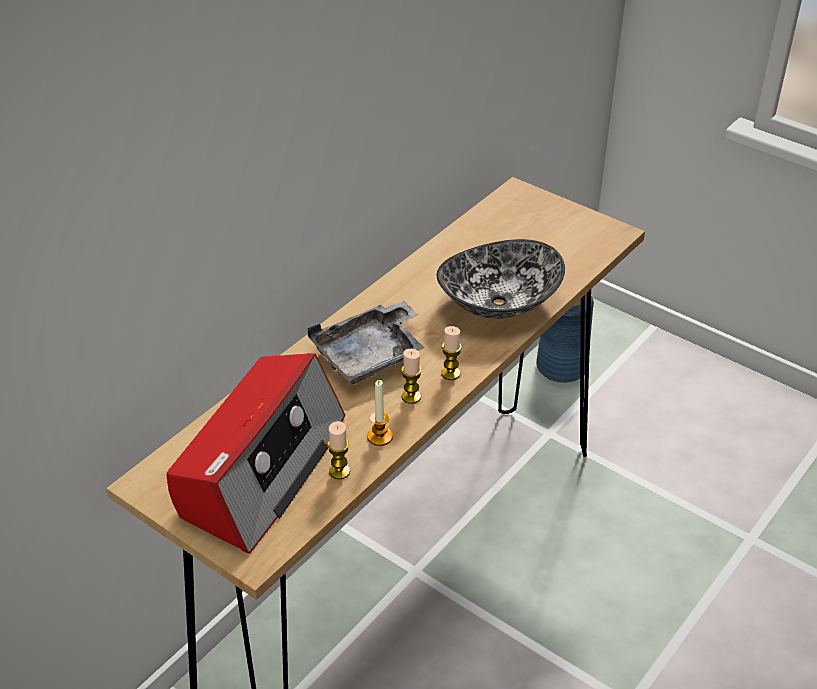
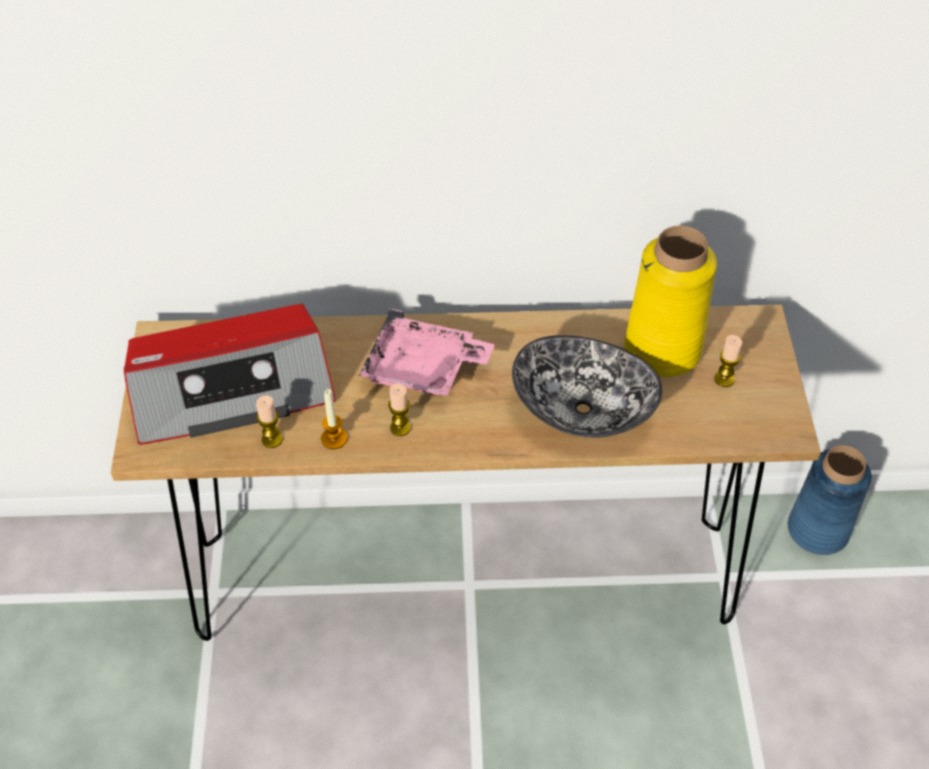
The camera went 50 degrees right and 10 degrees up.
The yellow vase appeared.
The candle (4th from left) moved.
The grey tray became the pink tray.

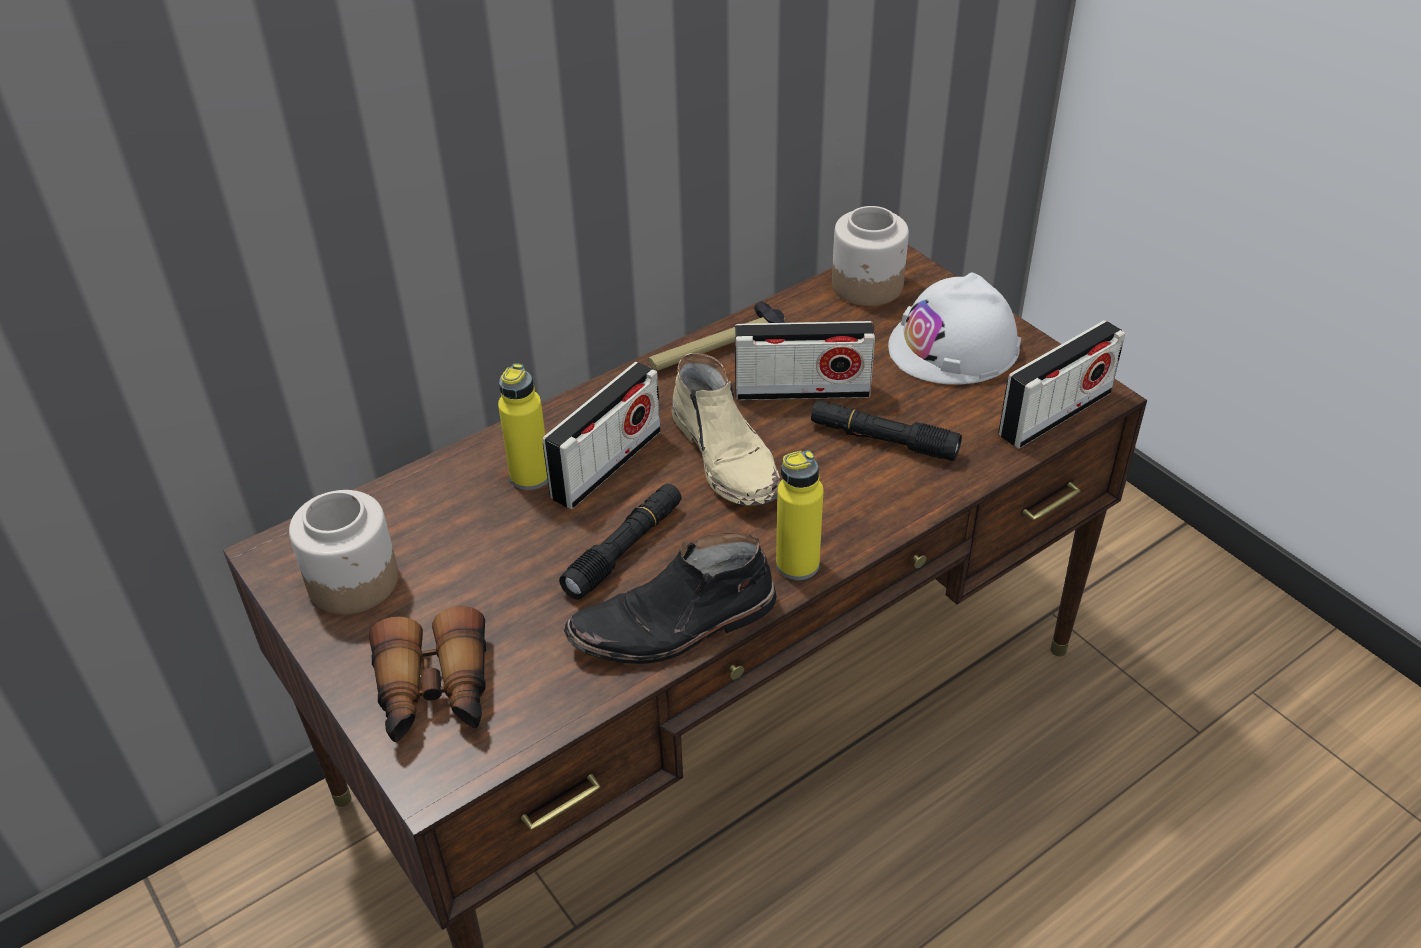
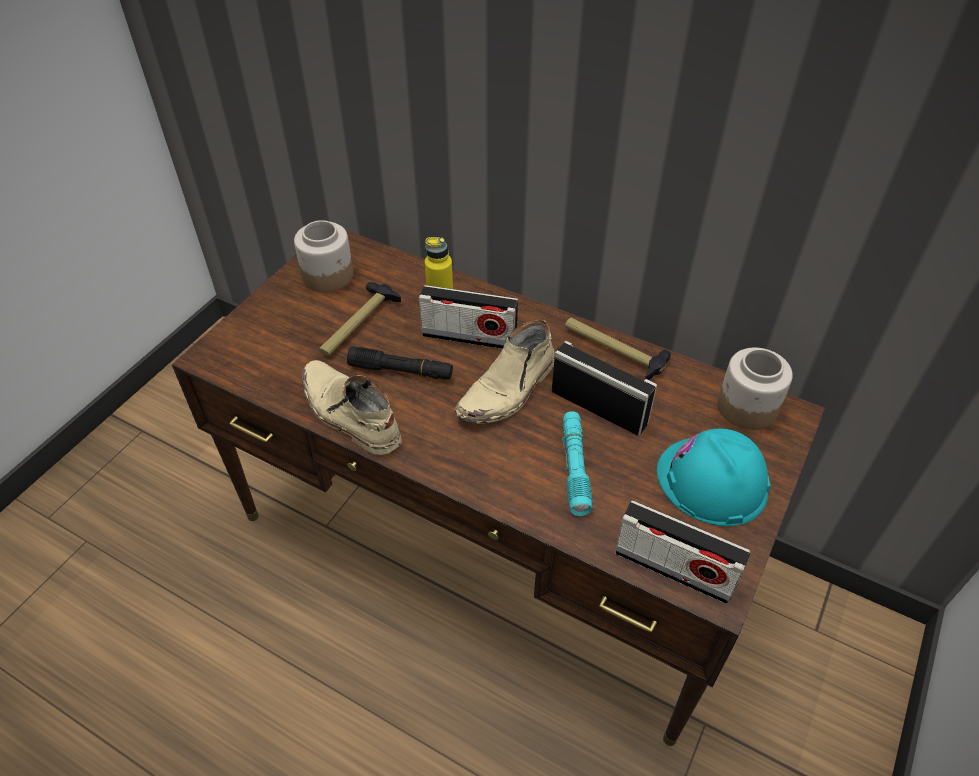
The camera went 65 degrees right and 5 degrees up.
The binoculars disappeared.
The yellow bottle (2nd from left) disappeared.
The hammer (1st from left) appeared.
The black boot became the beige boot (1st from left).
The black flashlight (2nd from left) became the turquoise flashlight.
The white hard hat became the turquoise hard hat.
The radio (2nd from left) turned 150 degrees clockwise.

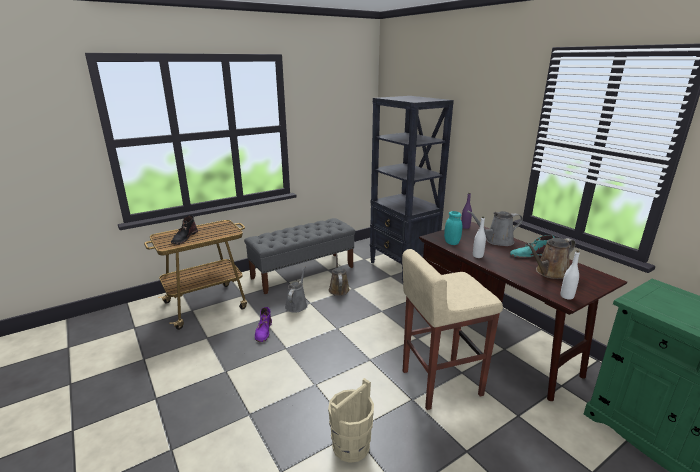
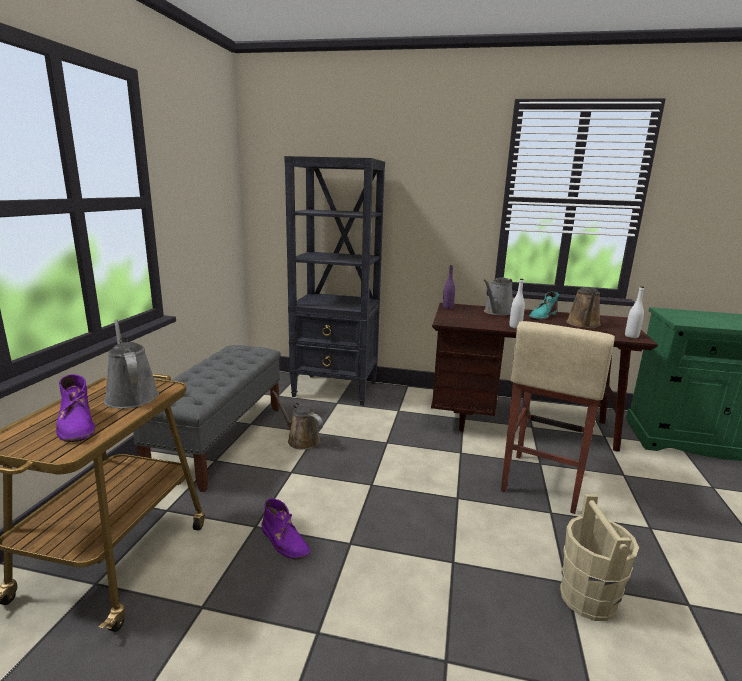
The camera went 45 degrees left and 5 degrees down.
The turquoise jar disappeared.
The grey watering can (1st from left) moved.
The black boot became the purple boot (1st from left).

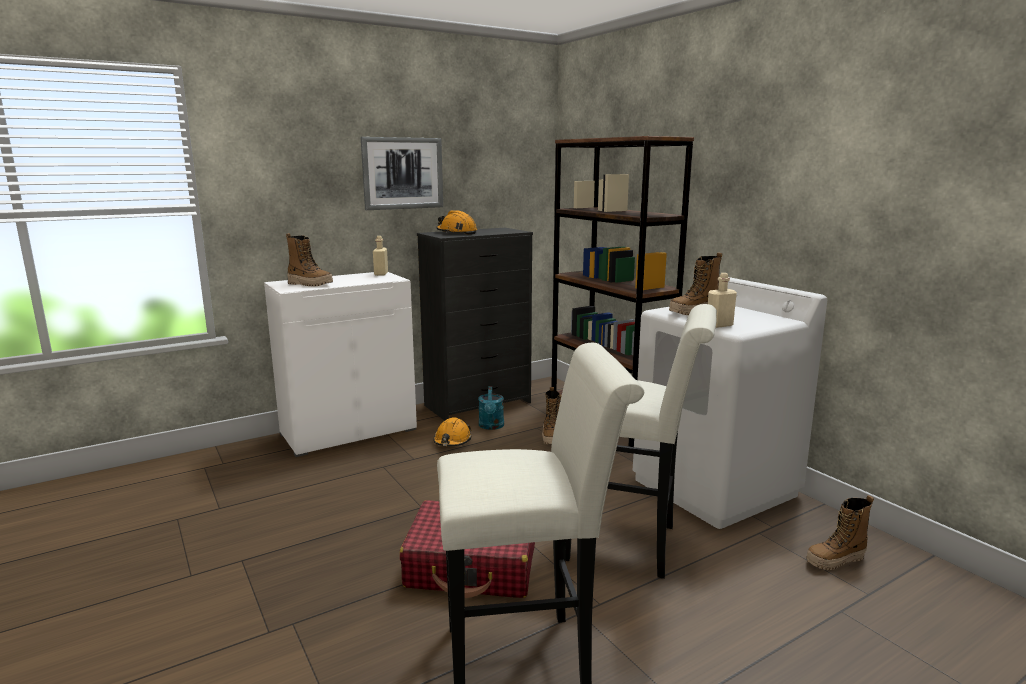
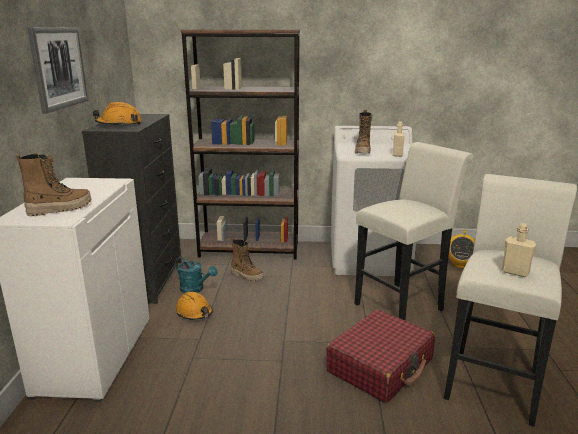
The camera went 55 degrees left and 5 degrees up.
The beige bottle (1st from left in the first image) moved.
The boot (4th from left) was replaced by the radio.

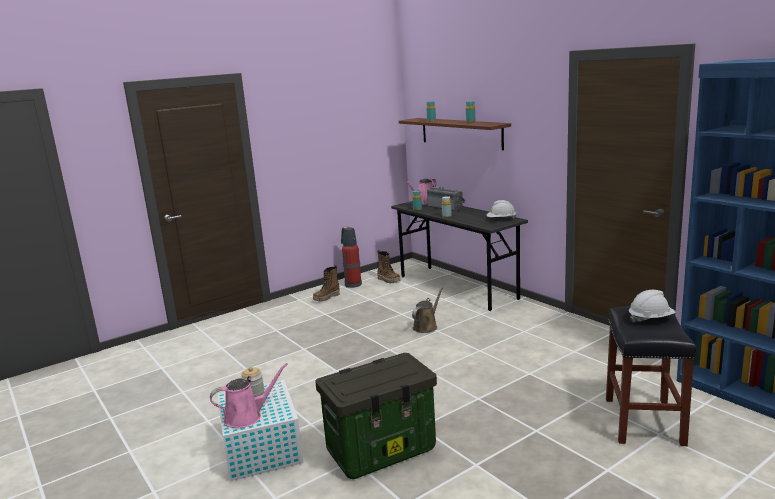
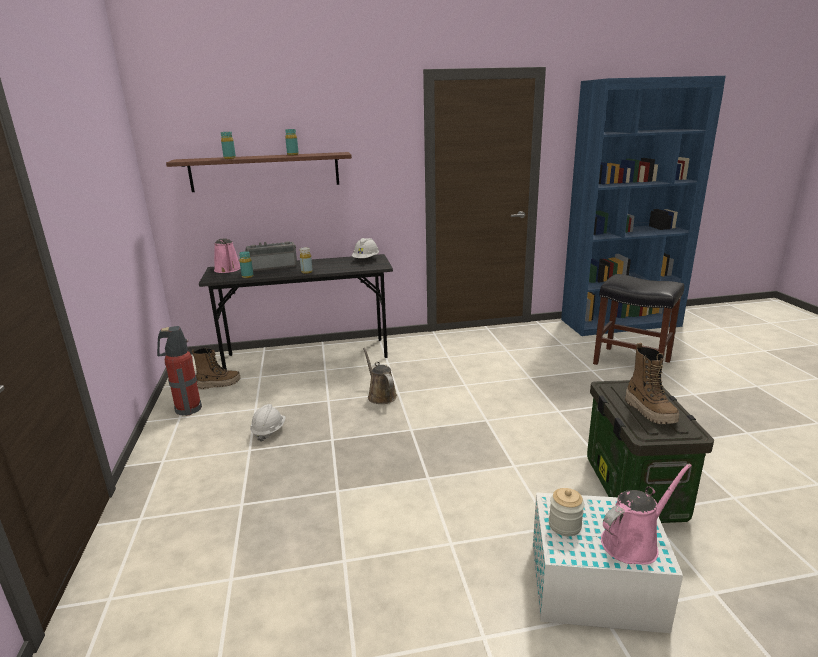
The camera went 65 degrees left and 5 degrees up.
The boot (1st from left in the first image) moved.
The white hard hat (2nd from left in the first image) moved.
The pink watering can (1st from left in the first image) turned 60 degrees clockwise.

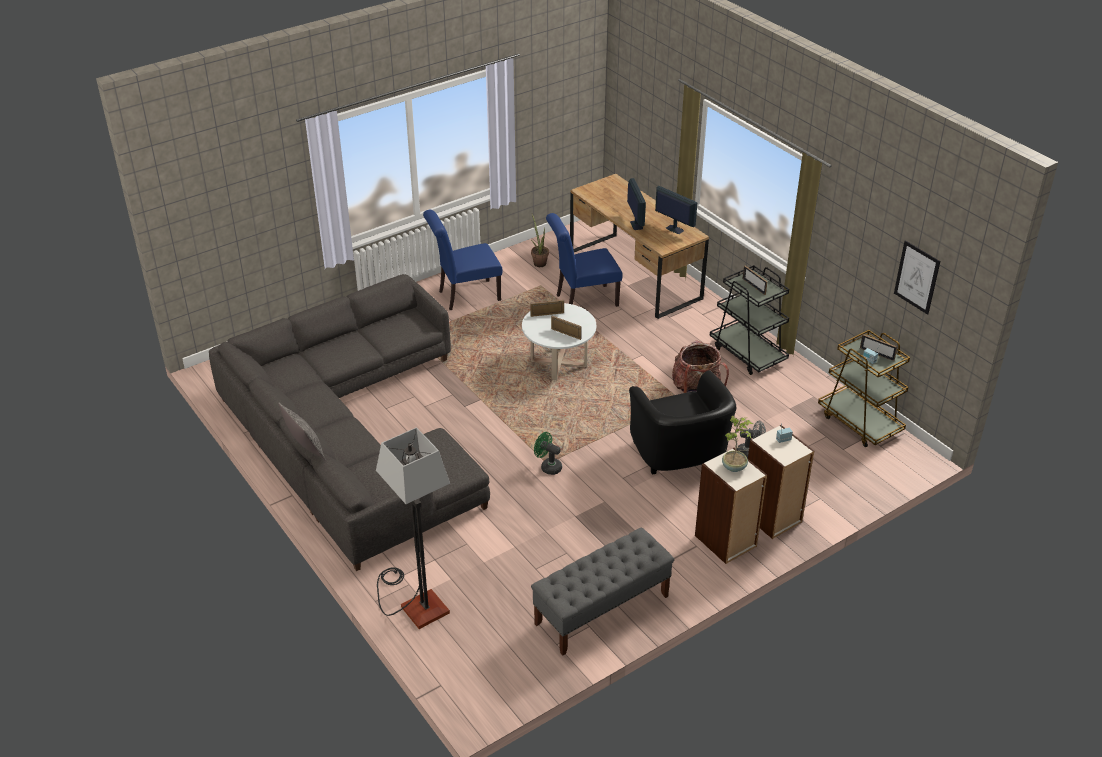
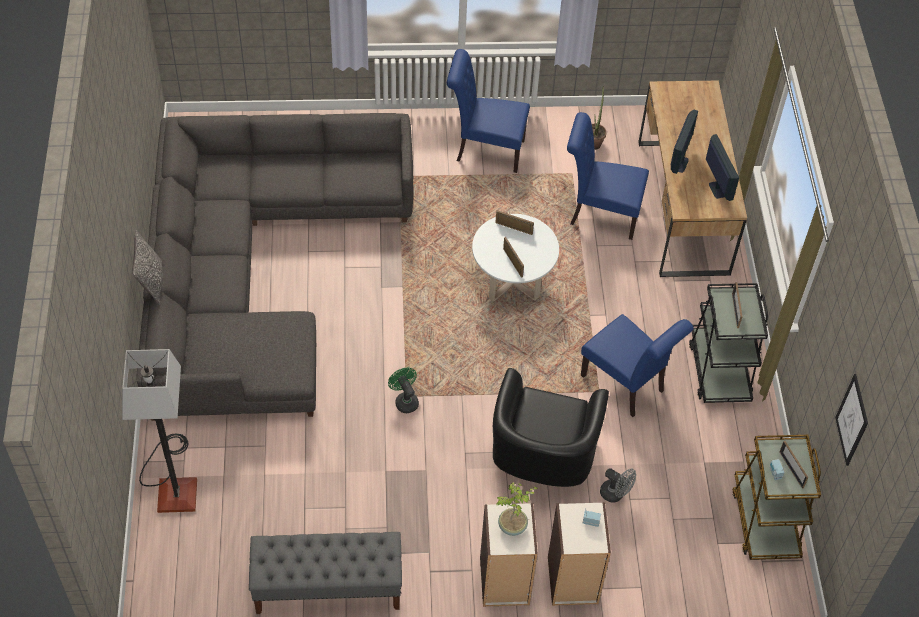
The camera went 30 degrees right and 15 degrees up.
The backpack was replaced by the blue chair (3rd from left).

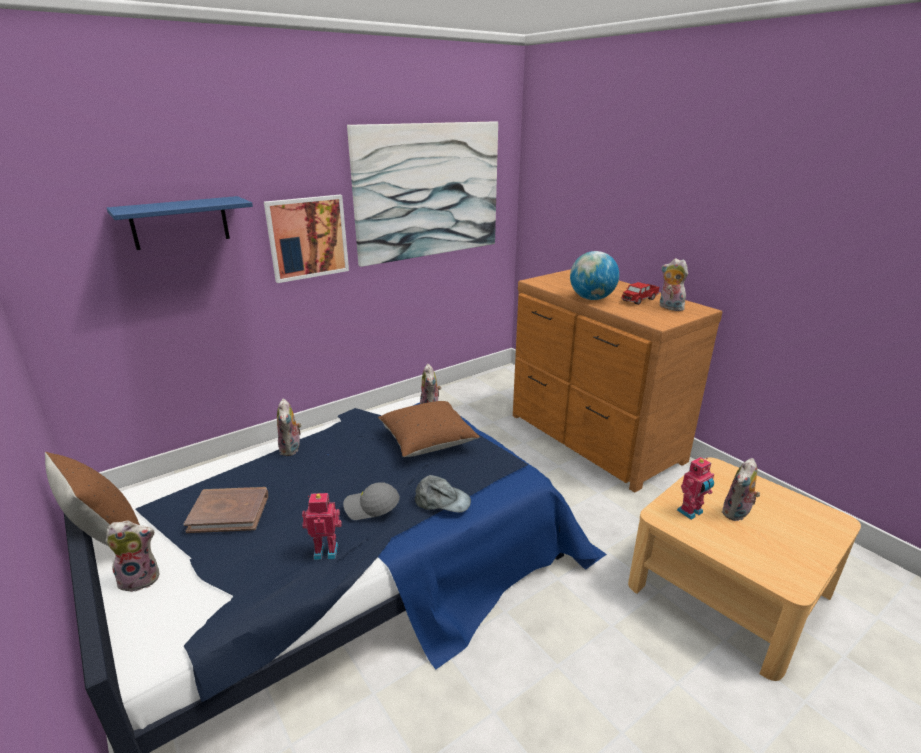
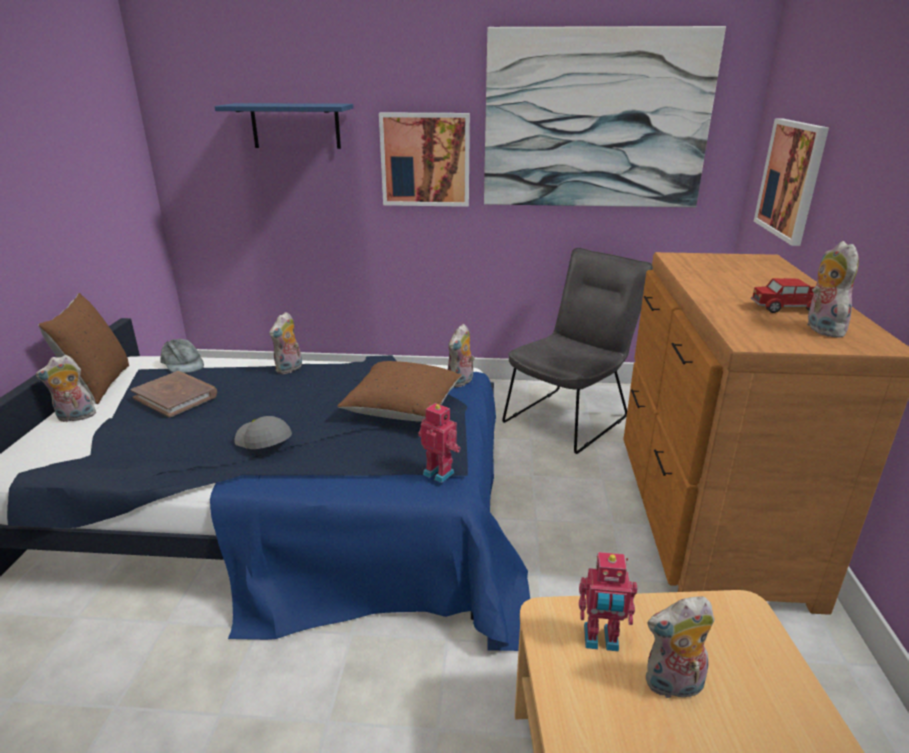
The camera went 40 degrees right and 0 degrees up.
The globe disappeared.
The grey chair appeared.
The picture (3rd from left) appeared.
The toy robot (1st from left) moved.
The grey cap (2nd from left in the first image) moved.
The plush toy (1st from left) turned 135 degrees clockwise.

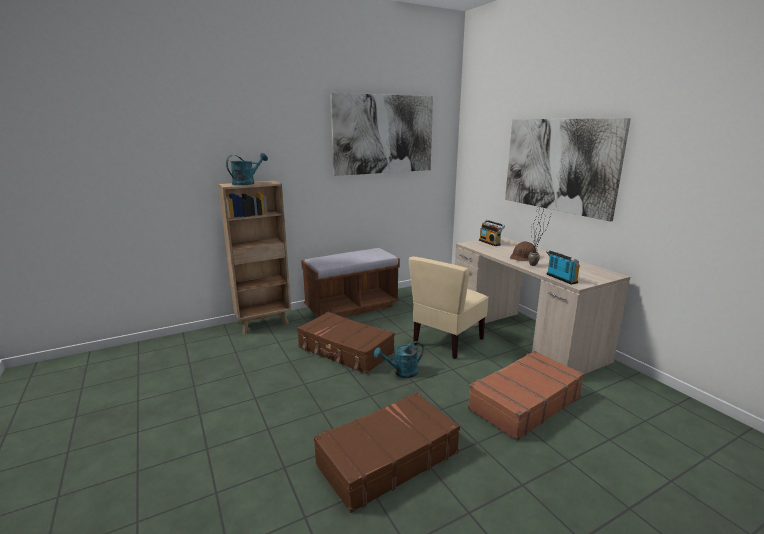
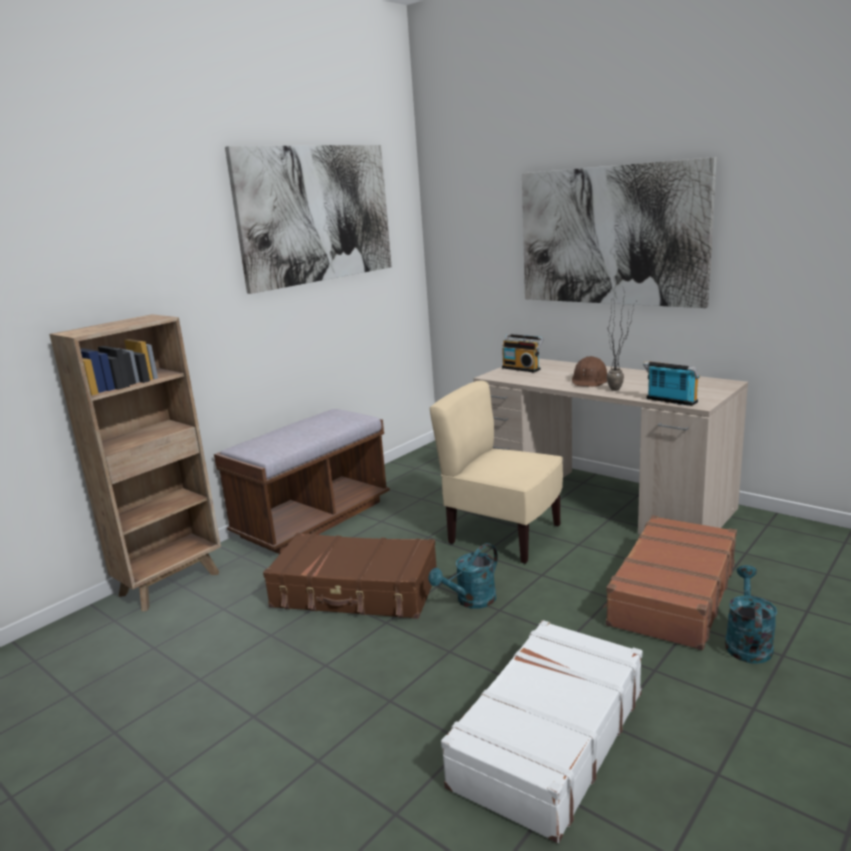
The camera went 20 degrees left and 0 degrees up.
The turquoise watering can (1st from left in the first image) moved.
The brown suitcase (2nd from left) became the white suitcase.
The beige chair turned 105 degrees clockwise.

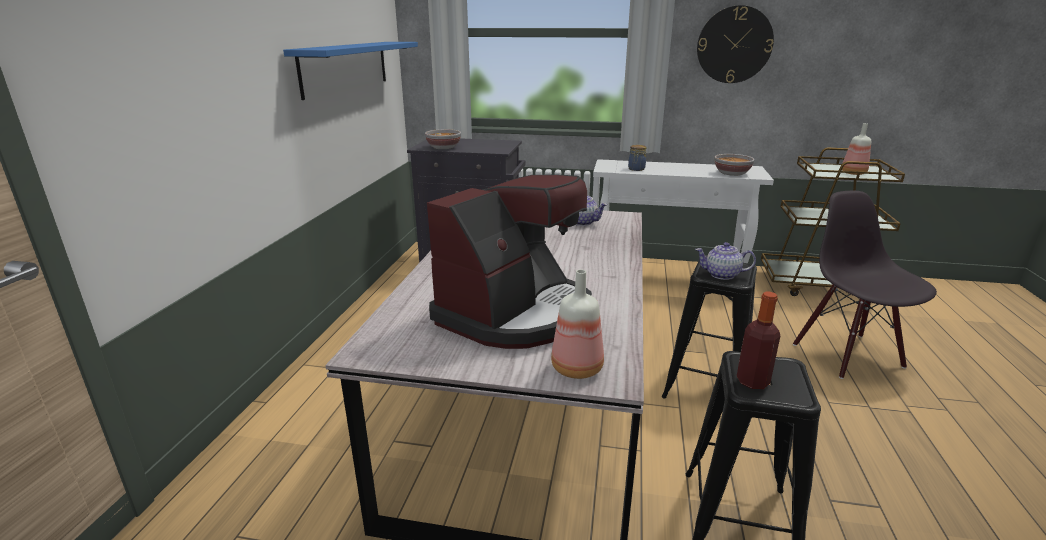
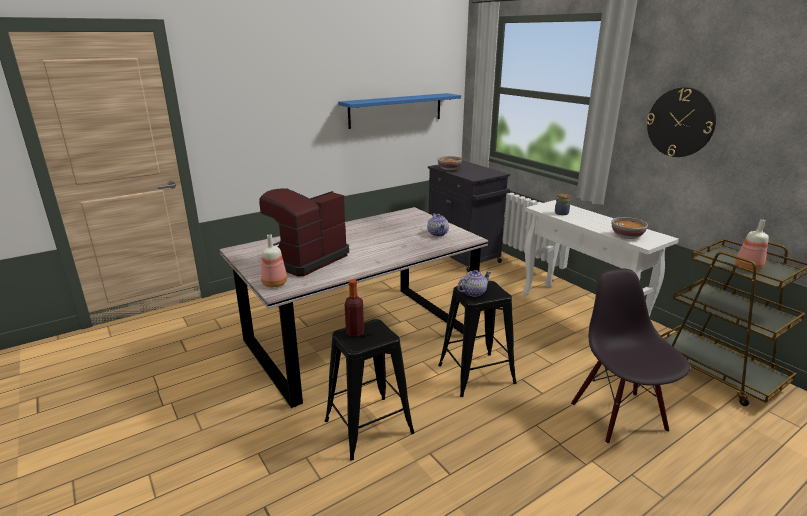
The camera went 45 degrees right and 0 degrees up.
The coffee machine turned 135 degrees clockwise.
The teapot (2nd from left) turned 90 degrees clockwise.
The black chair turned 45 degrees counterclockwise.

